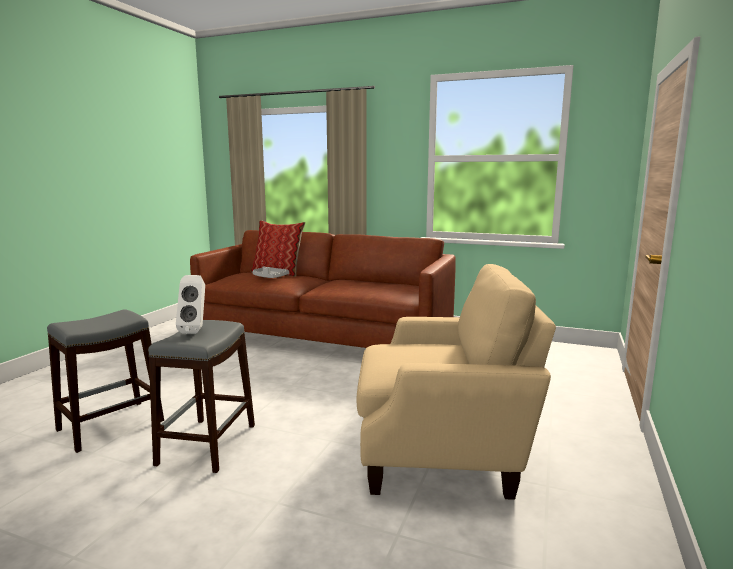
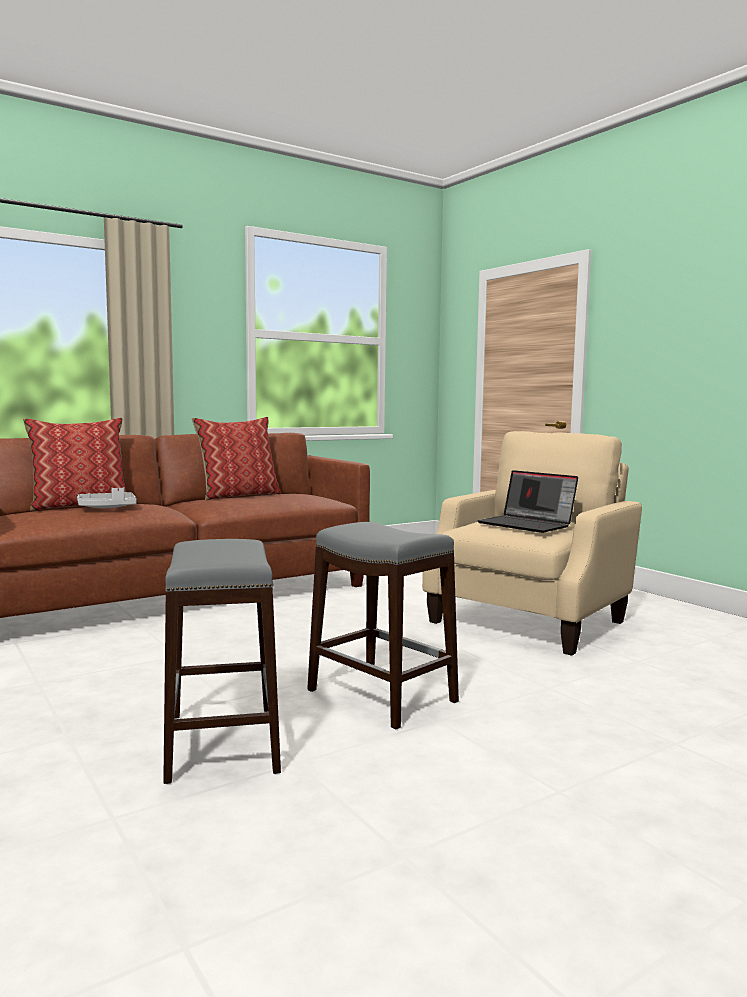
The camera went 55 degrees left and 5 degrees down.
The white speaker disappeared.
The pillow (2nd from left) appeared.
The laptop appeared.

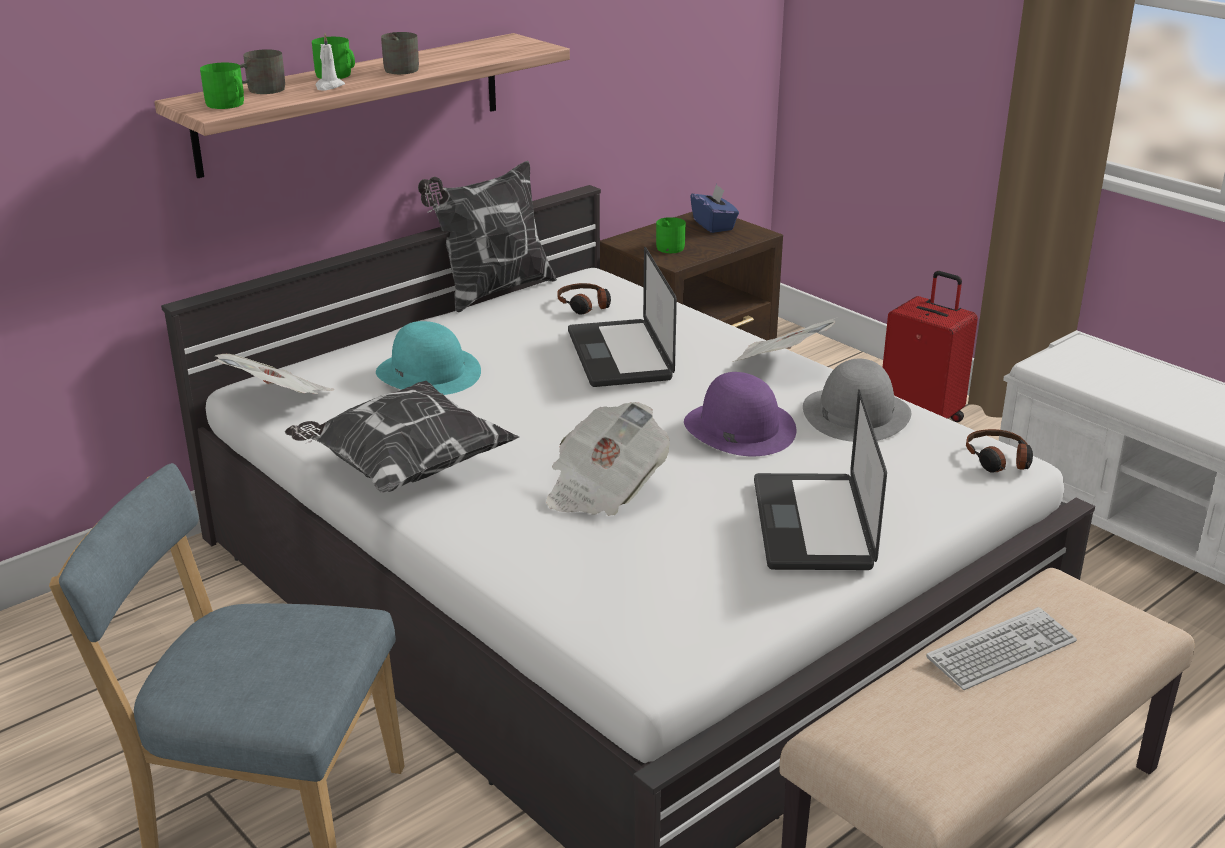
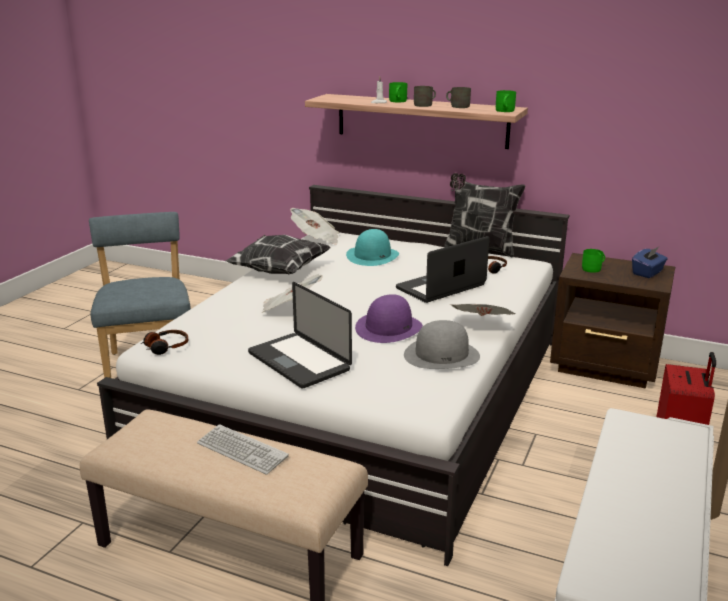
The camera went 65 degrees right and 5 degrees down.
The green mug (1st from left in the first image) moved.
The grey mug (1st from left in the first image) moved.
The headphones (2nd from left in the first image) moved.
The laptop (2nd from left in the first image) turned 105 degrees counterclockwise.

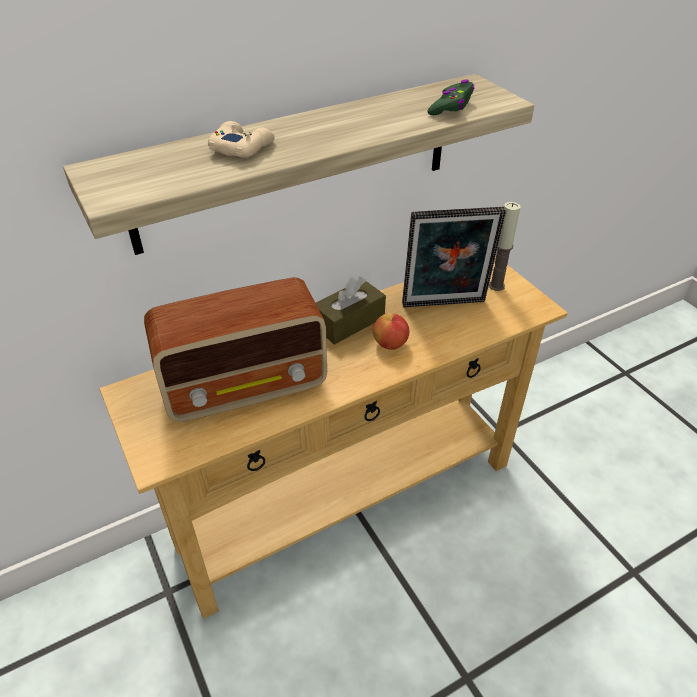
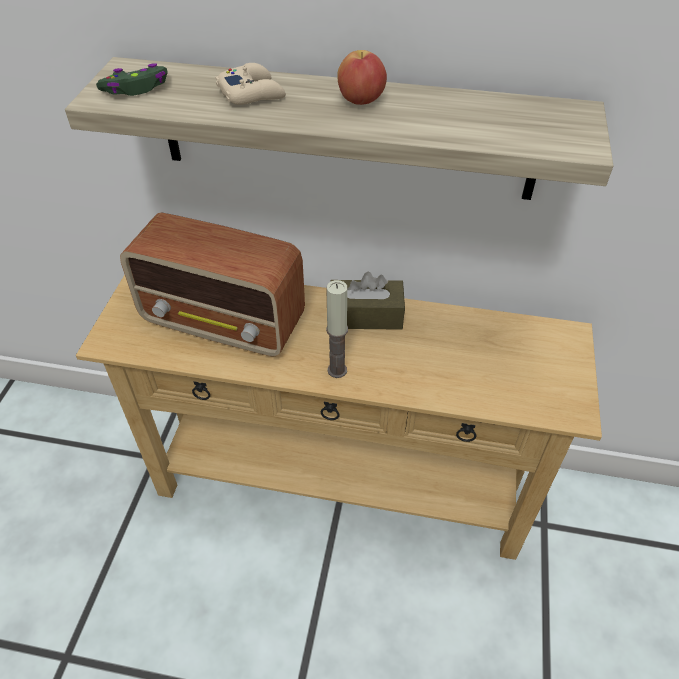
The camera went 40 degrees right and 5 degrees up.
The picture frame disappeared.
The apple moved.
The green game controller moved.
The candle moved.

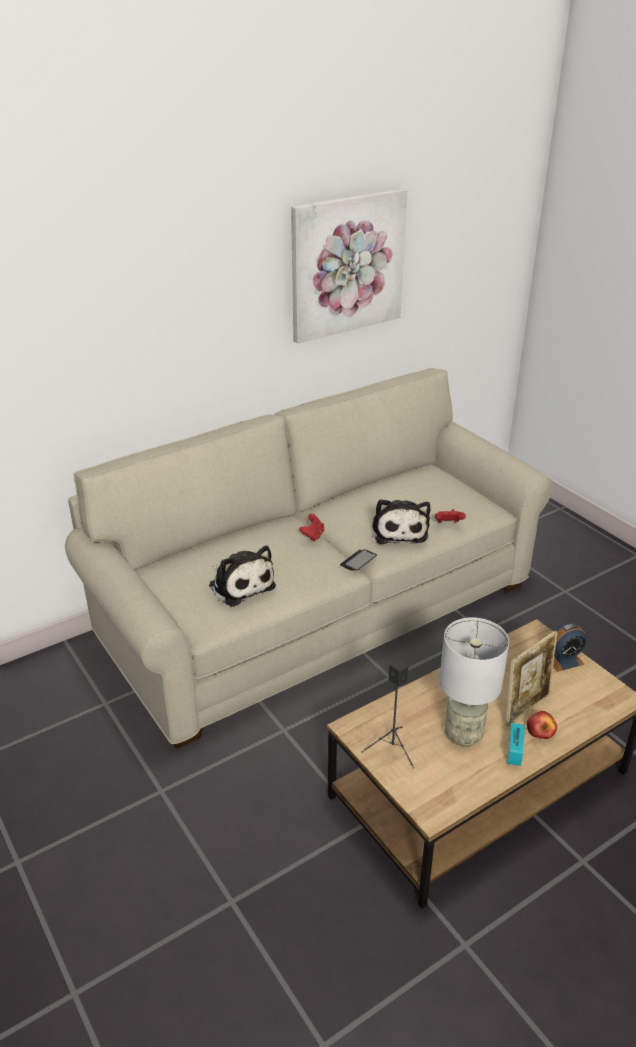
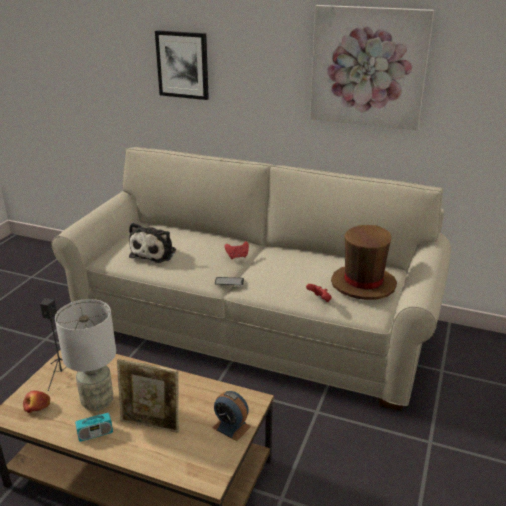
The camera went 55 degrees right and 5 degrees down.
The plush toy (2nd from left) disappeared.
The picture (1st from left) appeared.
The brown hat appeared.
The apple moved.

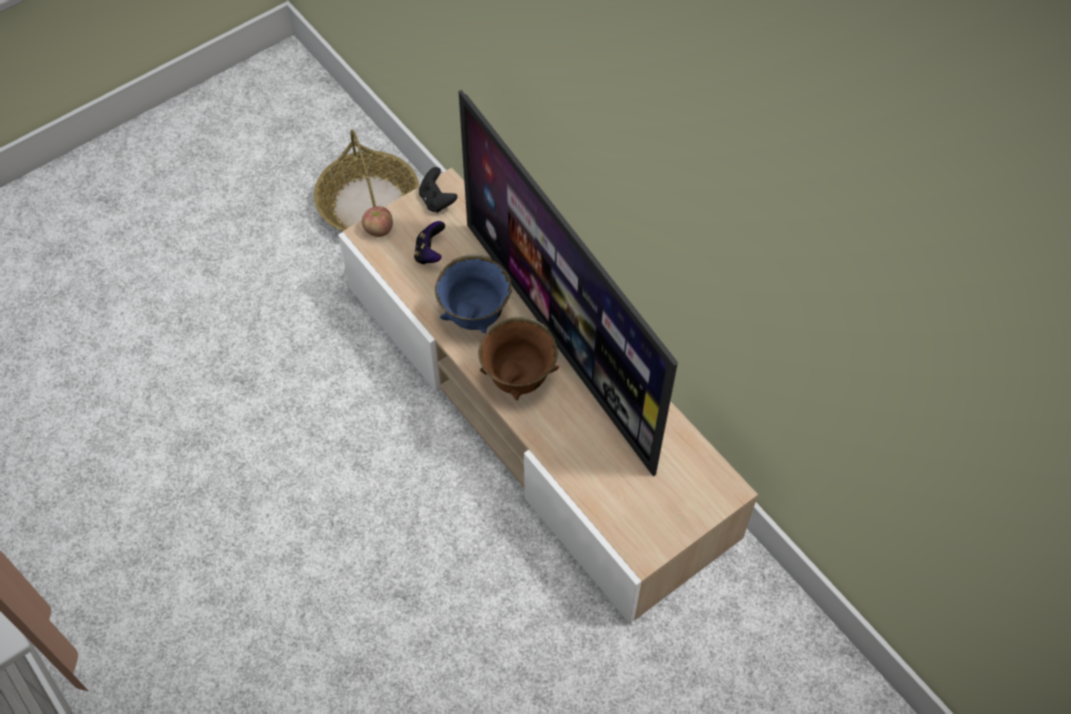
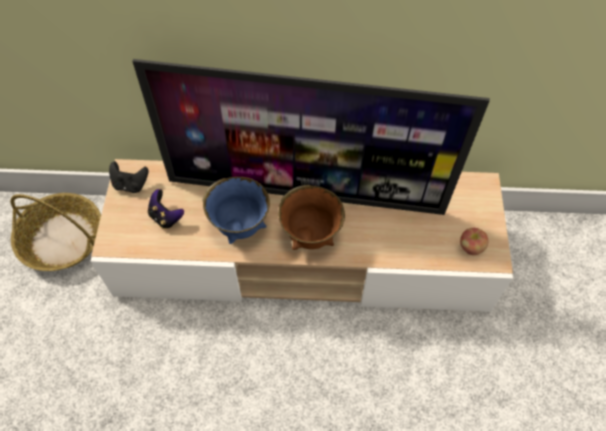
The camera went 50 degrees left and 0 degrees up.
The apple moved.

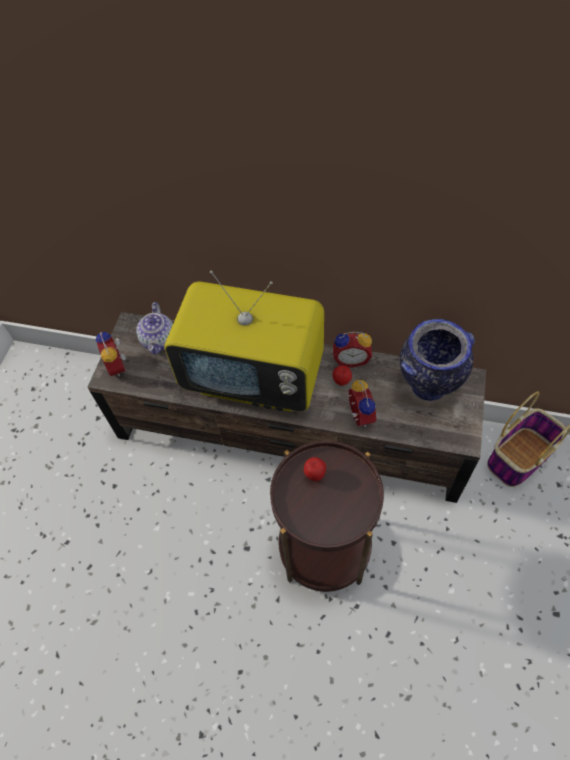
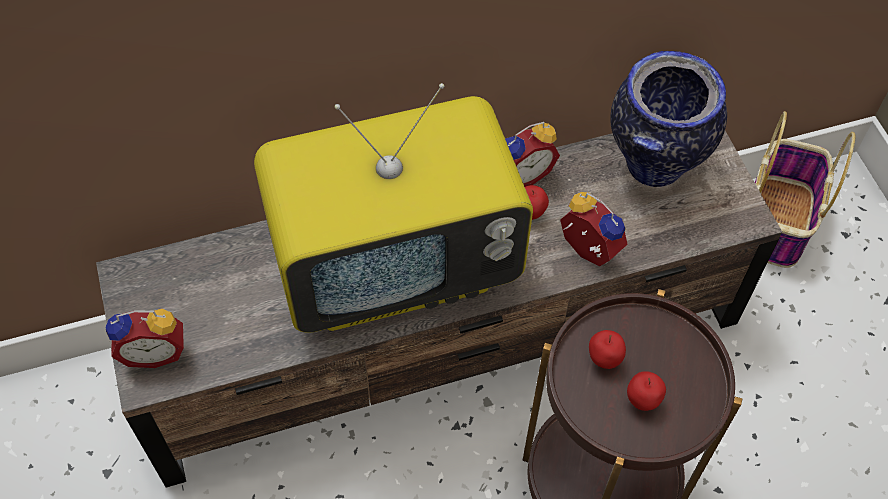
The camera went 35 degrees left and 0 degrees up.
The teapot disappeared.
The apple (3rd from left) appeared.
The alarm clock (1st from left) turned 45 degrees counterclockwise.

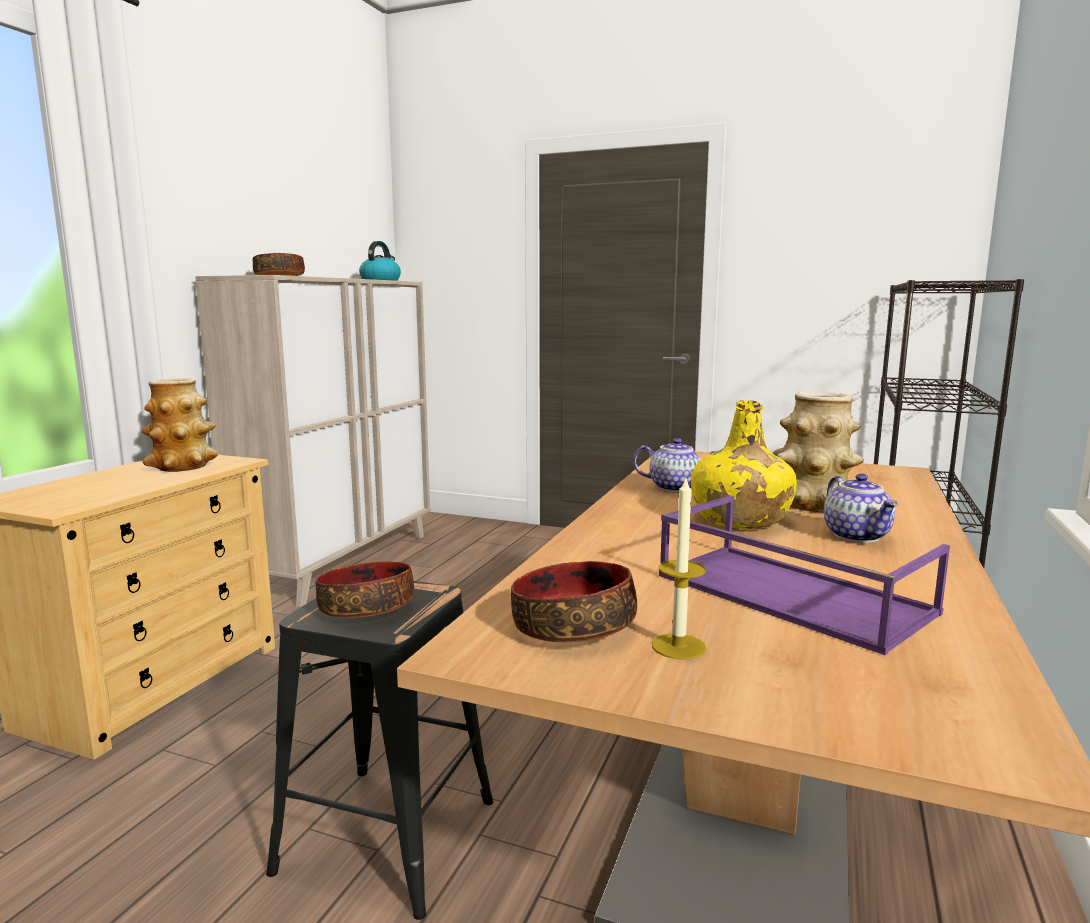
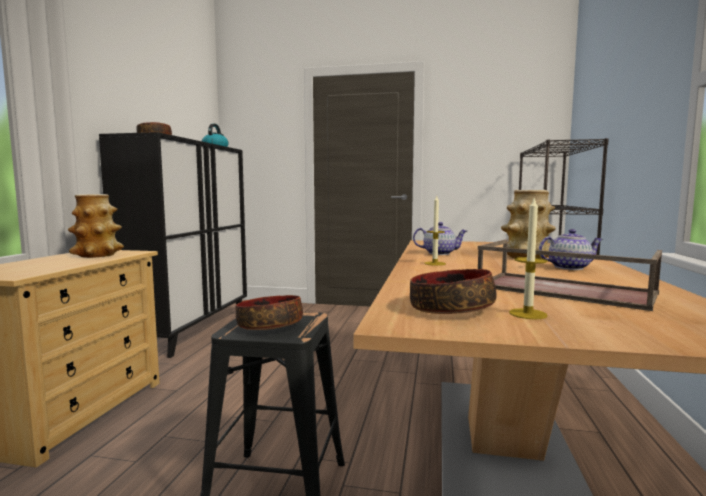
The camera went 10 degrees left and 5 degrees down.
The yellow bottle disappeared.
The candle (1st from left) appeared.
The beige cabinet became the black cabinet.
The purple tray became the brown tray.
The teapot (2nd from left) turned 75 degrees counterclockwise.

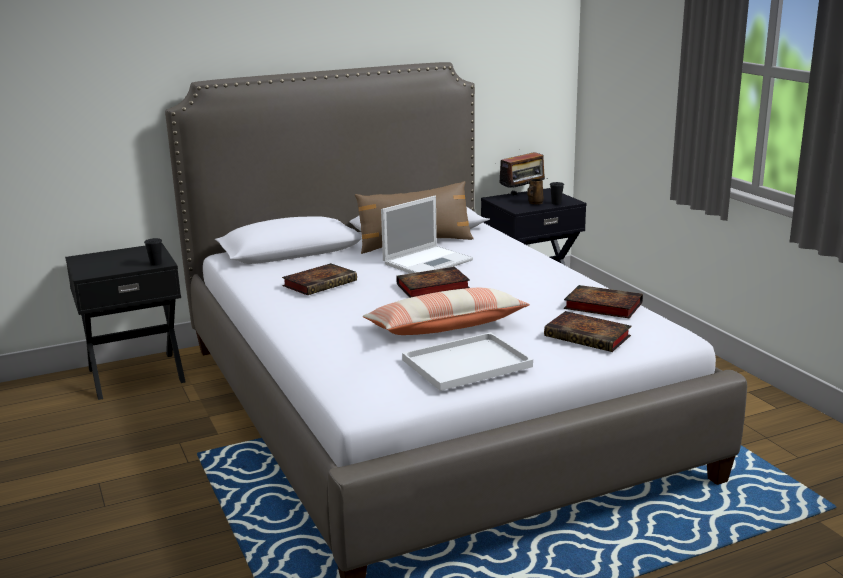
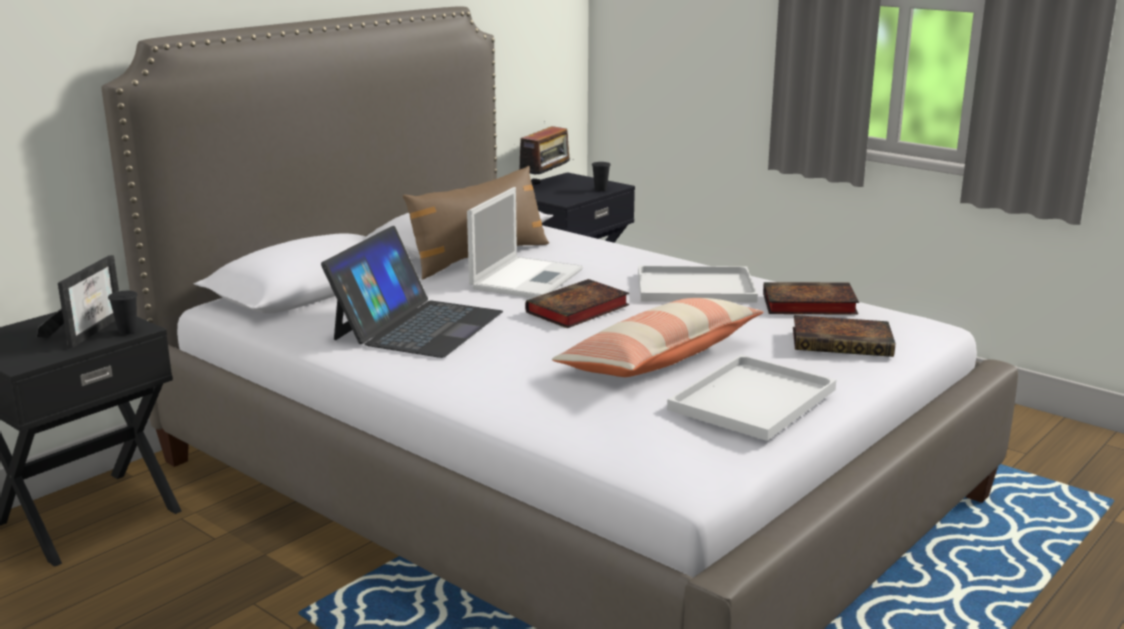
The camera went 25 degrees left and 0 degrees up.
The brown mug disappeared.
The picture frame appeared.
The white tray (1st from left) appeared.
The book (1st from left) was replaced by the laptop (1st from left).

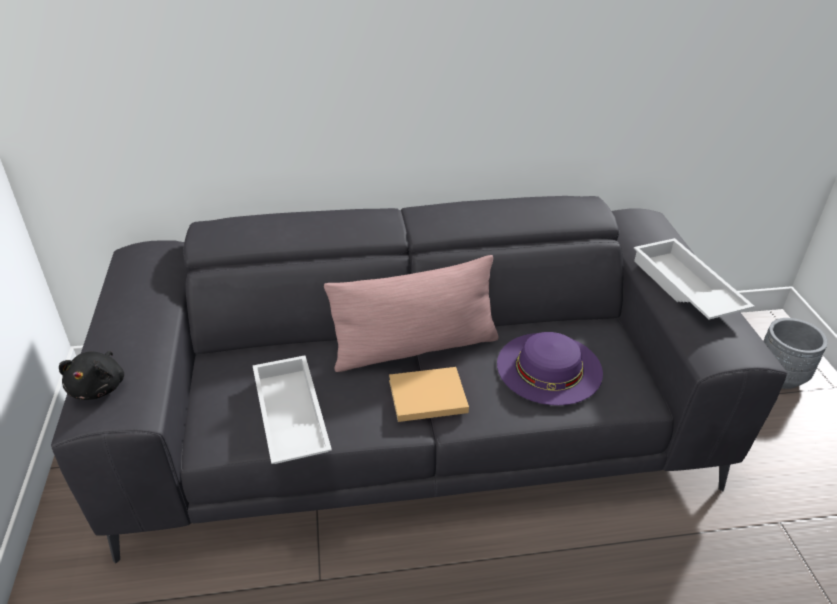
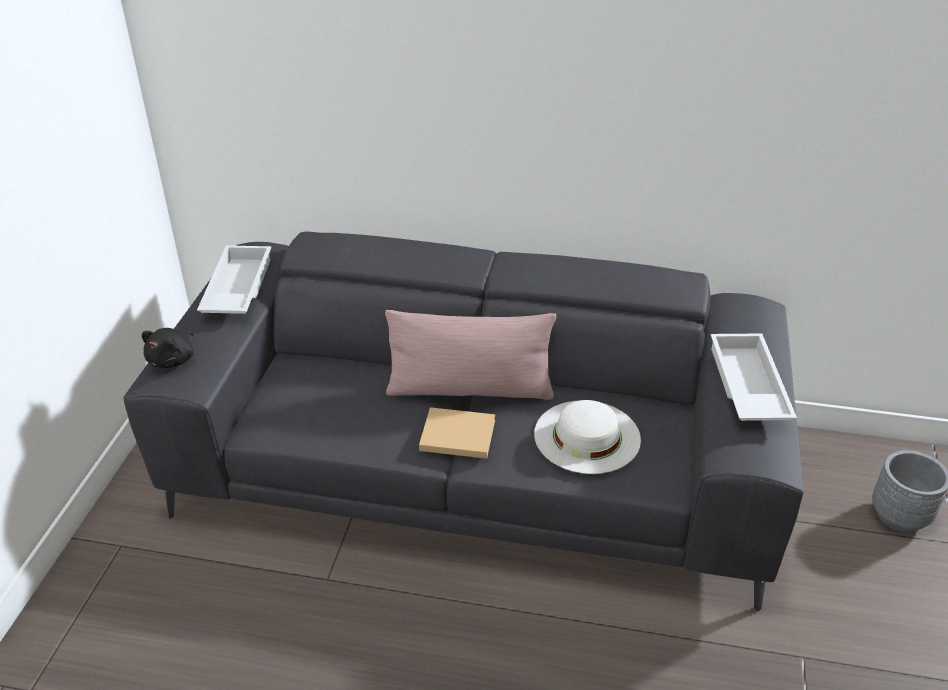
The camera went 20 degrees right and 0 degrees up.
The white tray (1st from left) moved.
The purple hat became the white hat.

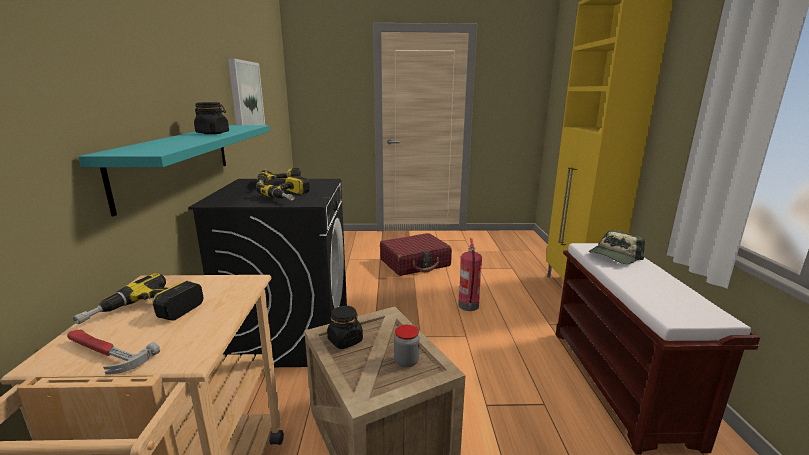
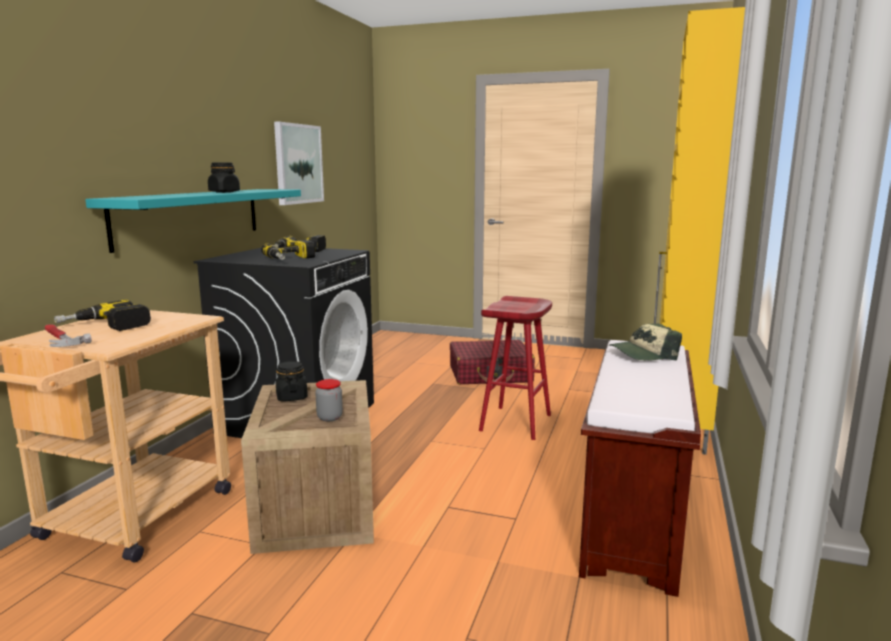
The camera went 20 degrees right and 5 degrees down.
The fire extinguisher was replaced by the red stool.

